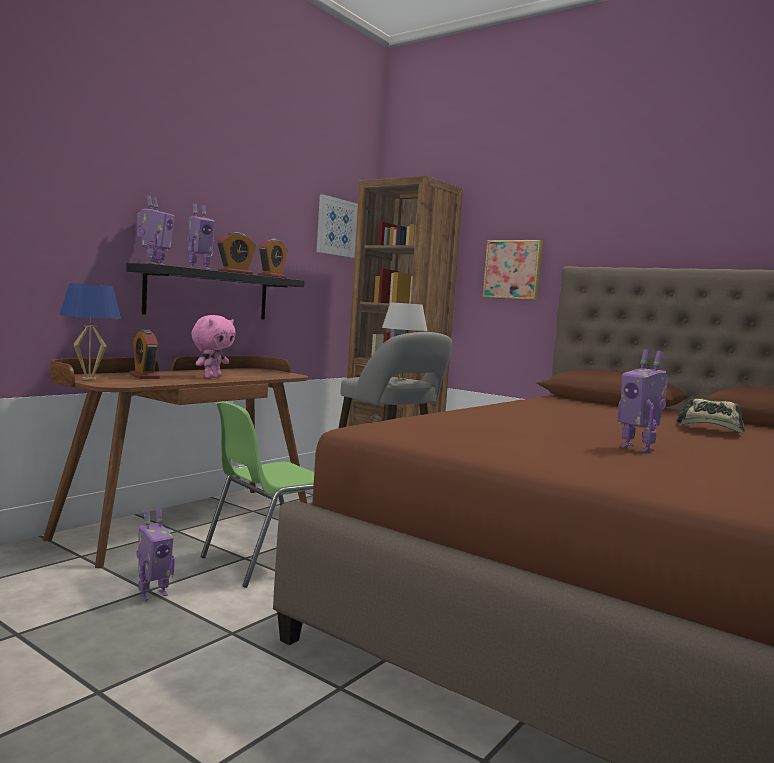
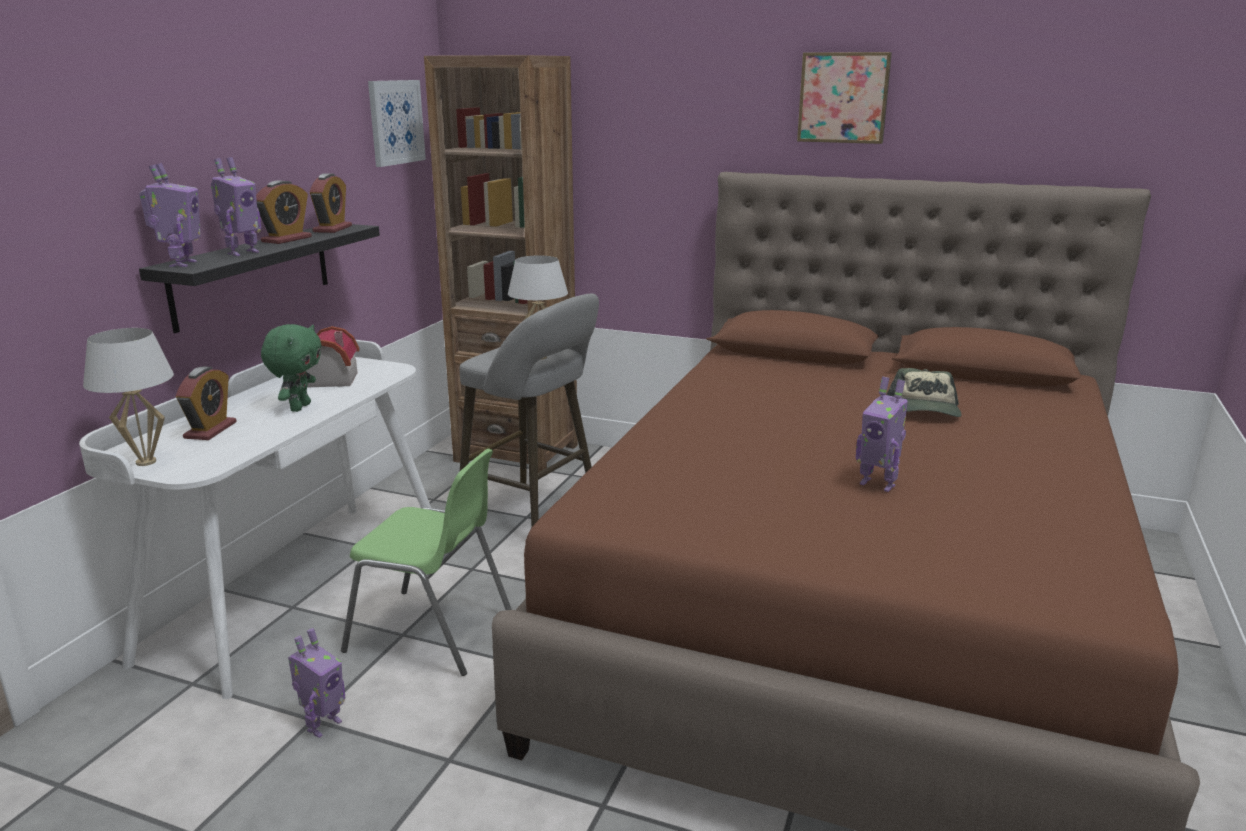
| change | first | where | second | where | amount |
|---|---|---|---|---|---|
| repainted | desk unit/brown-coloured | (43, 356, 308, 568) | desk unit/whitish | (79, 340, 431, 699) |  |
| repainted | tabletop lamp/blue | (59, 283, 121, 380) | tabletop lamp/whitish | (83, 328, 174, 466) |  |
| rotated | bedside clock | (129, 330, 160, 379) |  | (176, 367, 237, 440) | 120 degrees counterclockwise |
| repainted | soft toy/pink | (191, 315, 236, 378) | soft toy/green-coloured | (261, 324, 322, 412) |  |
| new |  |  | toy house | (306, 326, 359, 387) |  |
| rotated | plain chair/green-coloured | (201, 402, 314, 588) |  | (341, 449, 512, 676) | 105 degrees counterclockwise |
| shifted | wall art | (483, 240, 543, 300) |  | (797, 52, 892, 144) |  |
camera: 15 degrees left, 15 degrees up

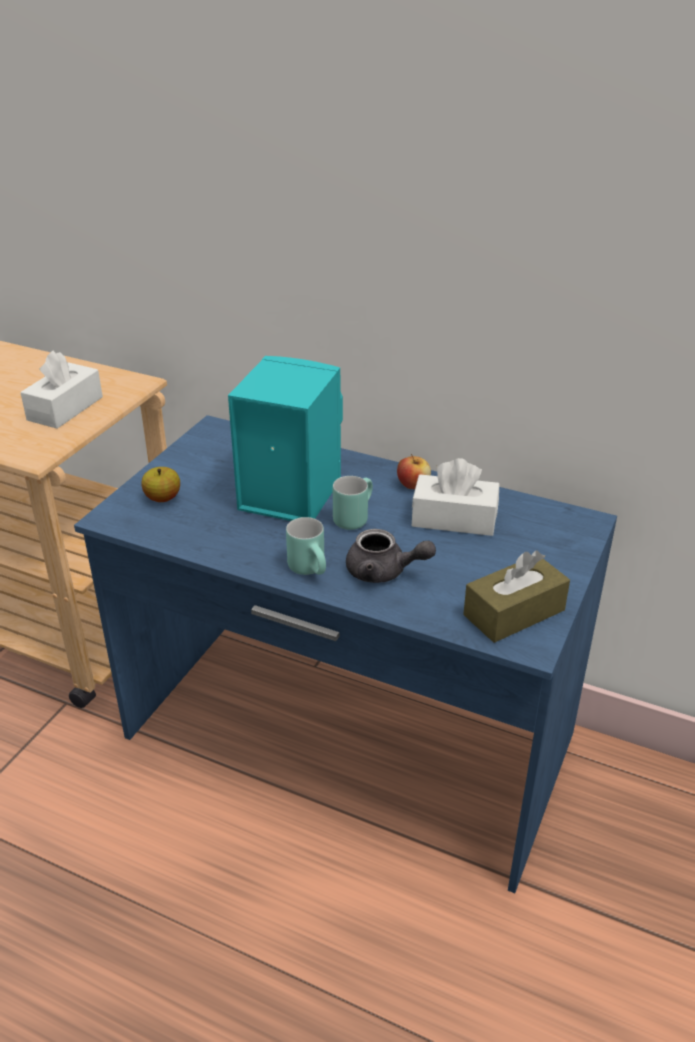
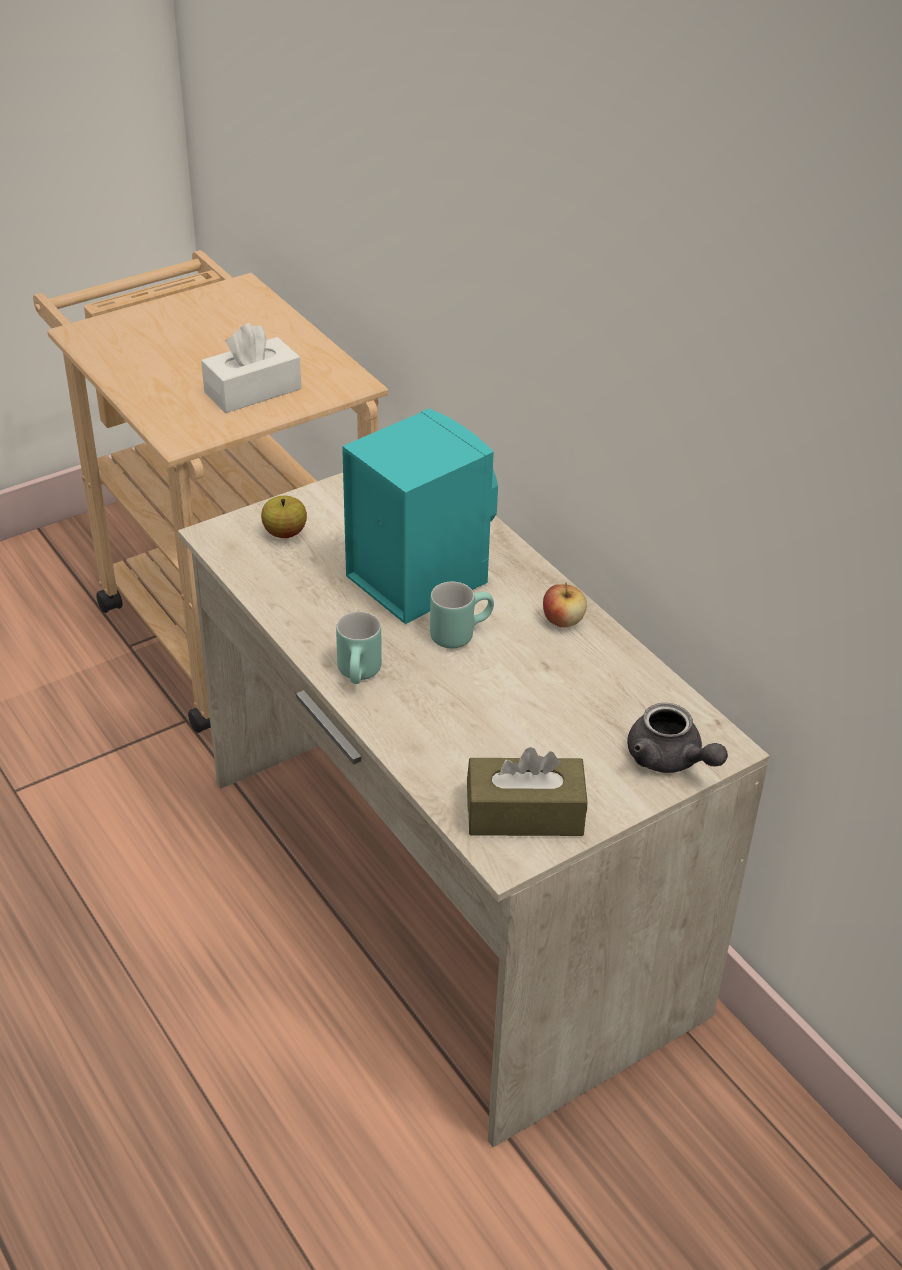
| change | first | where | second | where | amount |
|---|---|---|---|---|---|
| repainted | desk unit/blue | (74, 415, 617, 893) | desk unit/sand-coloured | (178, 472, 770, 1147) |  |
| shifted | pot for tea/grey | (346, 529, 436, 583) |  | (627, 703, 728, 773) |  |
| gone | tissue holder/whitish | (412, 458, 499, 536) |  |  |  |
camera: 30 degrees right, 5 degrees up

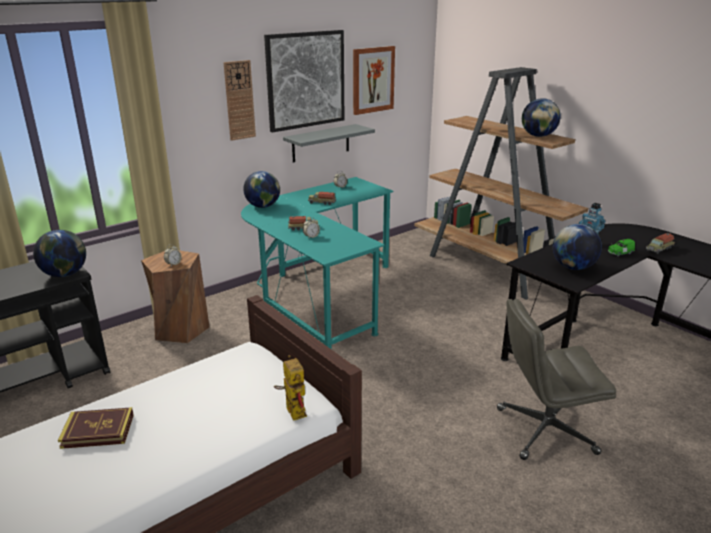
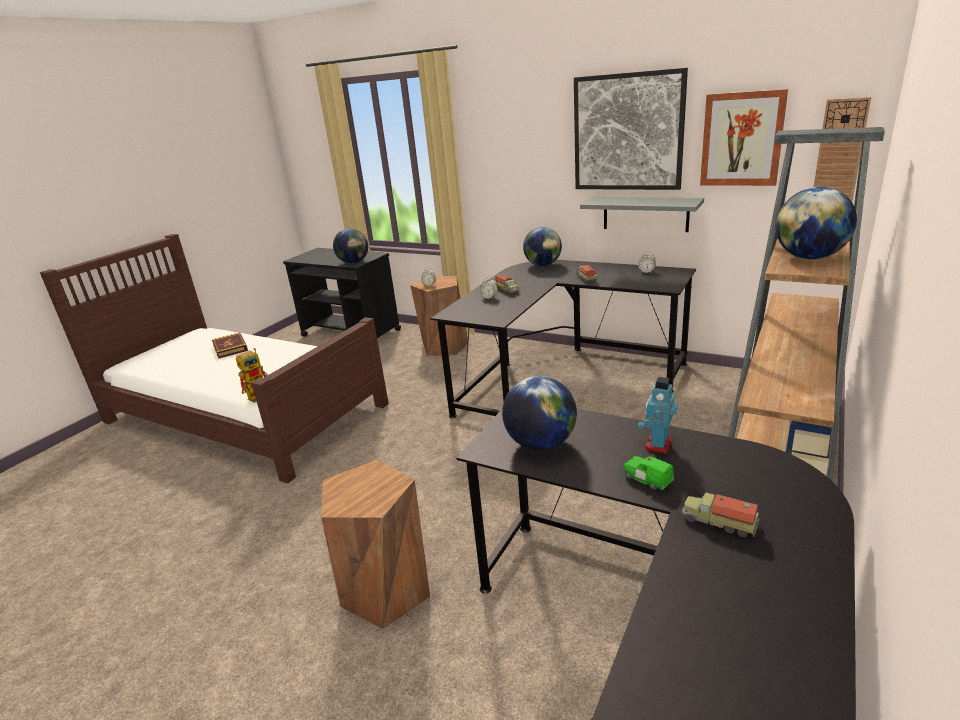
| change | first | where | second | where | amount |
|---|---|---|---|---|---|
| swapped | desk chair/grey | (497, 299, 616, 460) | sitting stool/brown-coloured | (321, 460, 430, 629) |  |
| repainted | desk unit/turquoise | (241, 177, 393, 349) | desk unit/black | (431, 260, 696, 418) |  |
| shifted | clock on the wall | (223, 60, 256, 141) |  | (814, 97, 871, 202) |  |
camera: 70 degrees right, 0 degrees up

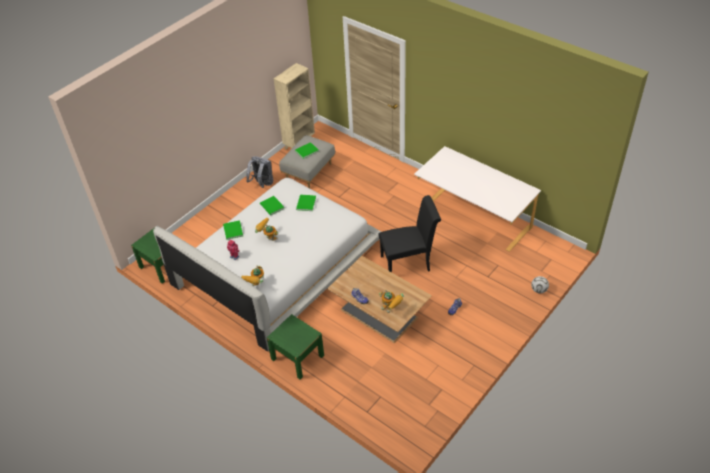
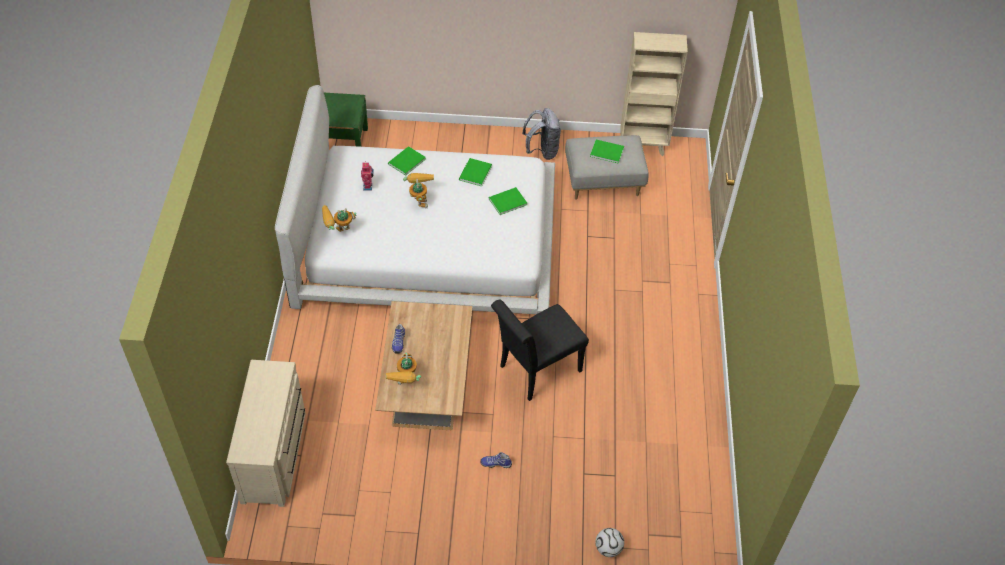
| change | first | where | second | where | amount |
|---|---|---|---|---|---|
| new |  |  | dresser/sand-coloured | (226, 360, 306, 507) |  |
| rotated | plain chair/black | (378, 195, 441, 272) |  | (491, 300, 589, 401) | 105 degrees clockwise |
| gone | bedside table/green-coloured | (267, 314, 324, 380) |  |  |  |
| gone | desk unit/whitish | (414, 146, 541, 252) |  |  |  |
camera: 50 degrees right, 5 degrees up

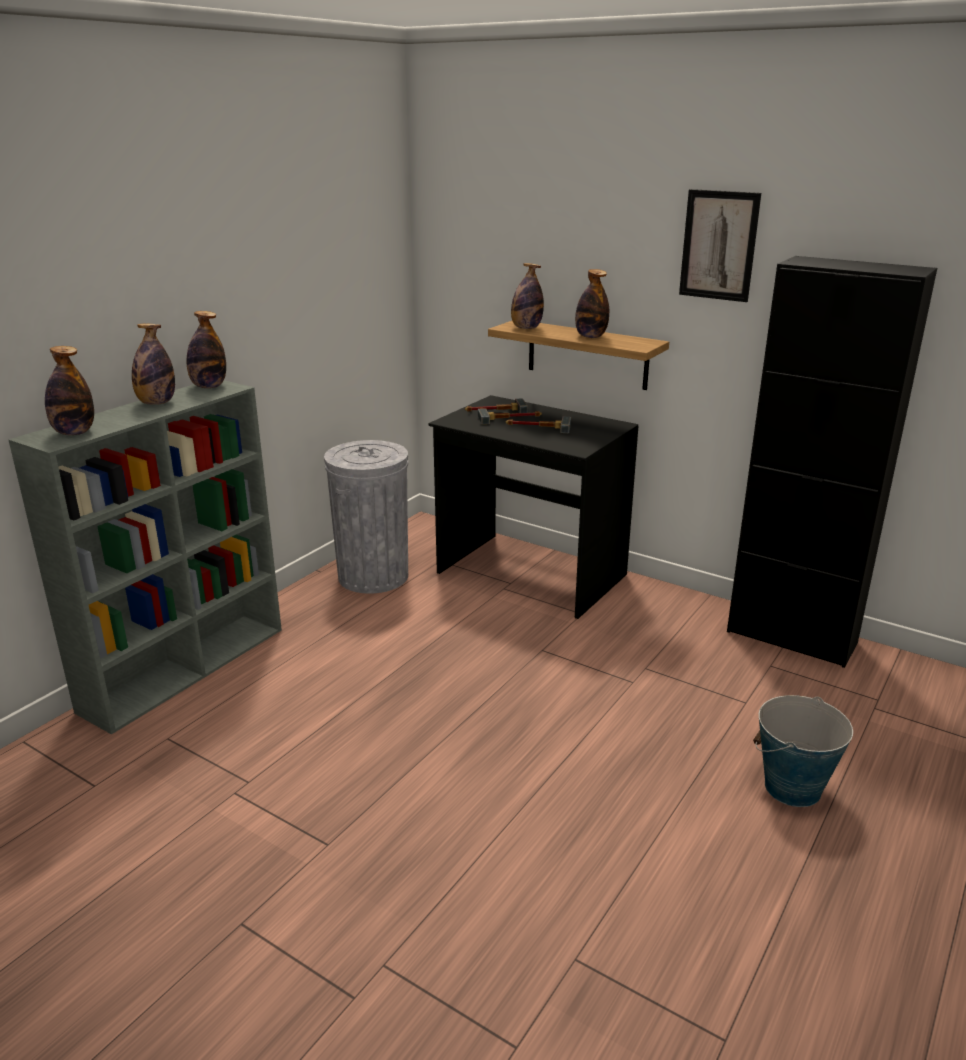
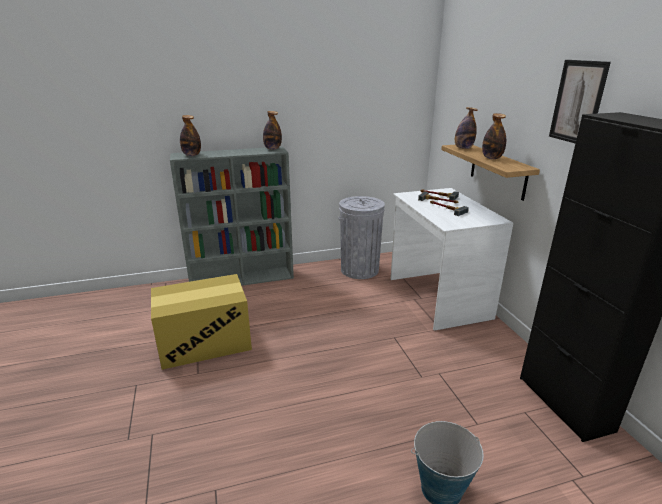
| change | first | where | second | where | amount |
|---|---|---|---|---|---|
| new |  |  | cardboard box | (151, 274, 252, 370) |  |
| repainted | desk unit/black | (428, 395, 638, 619) | desk unit/whitish | (391, 188, 513, 331) |  |
| gone | bottle | (132, 324, 175, 405) |  |  |  |
camera: 40 degrees right, 0 degrees up

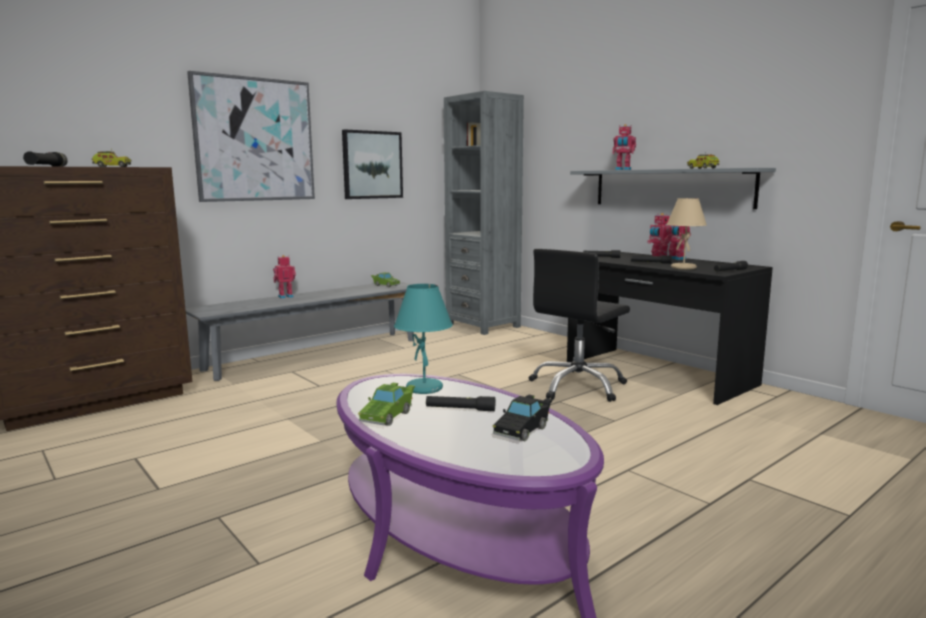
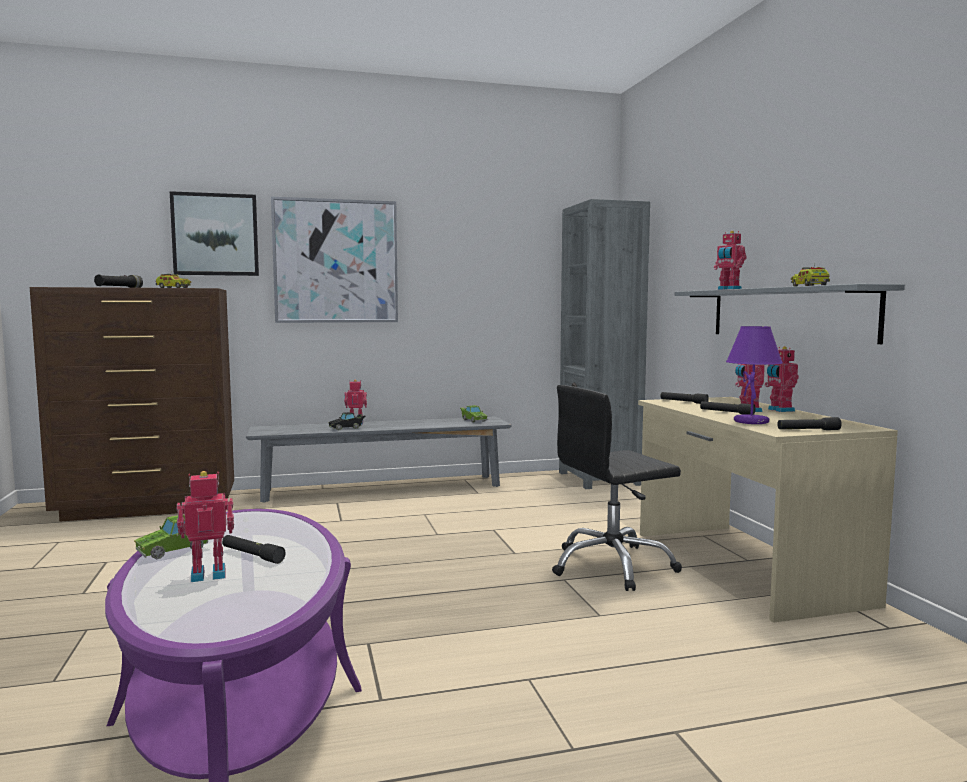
| change | first | where | second | where | amount |
|---|---|---|---|---|---|
| shifted | wall art | (342, 129, 403, 199) |  | (170, 191, 259, 276) |  |
| new |  |  | model robot | (177, 471, 234, 582) |  |
| shifted | toy car/black | (492, 395, 553, 441) |  | (328, 412, 366, 430) |  |
| repainted | desk unit/black | (567, 252, 773, 405) | desk unit/sand-coloured | (638, 397, 898, 623) |  |
| repainted | tabletop lamp/sand-coloured | (666, 198, 707, 270) | tabletop lamp/purple-coloured | (726, 326, 783, 424) |  |
| gone | tabletop lamp/turquoise | (394, 284, 453, 394) |  |  |  |
camera: 25 degrees right, 5 degrees down

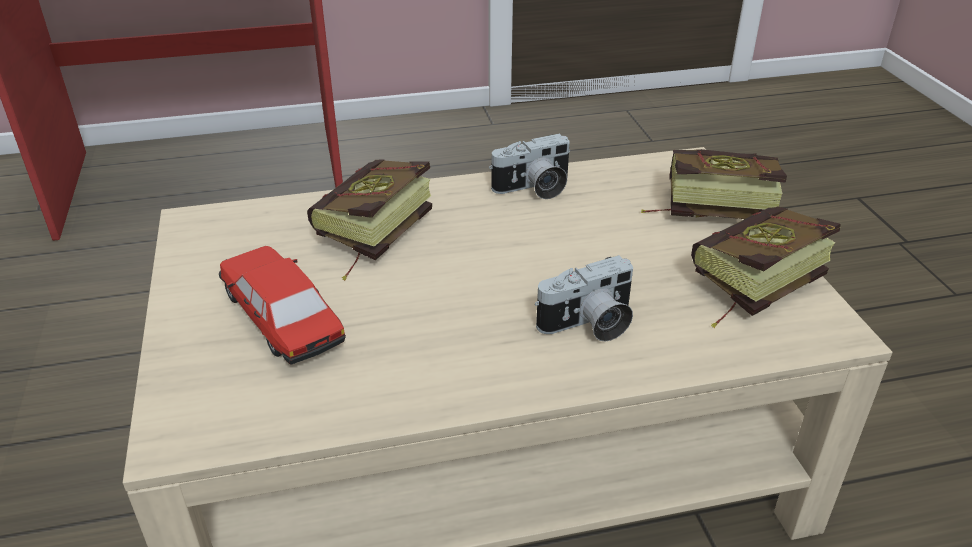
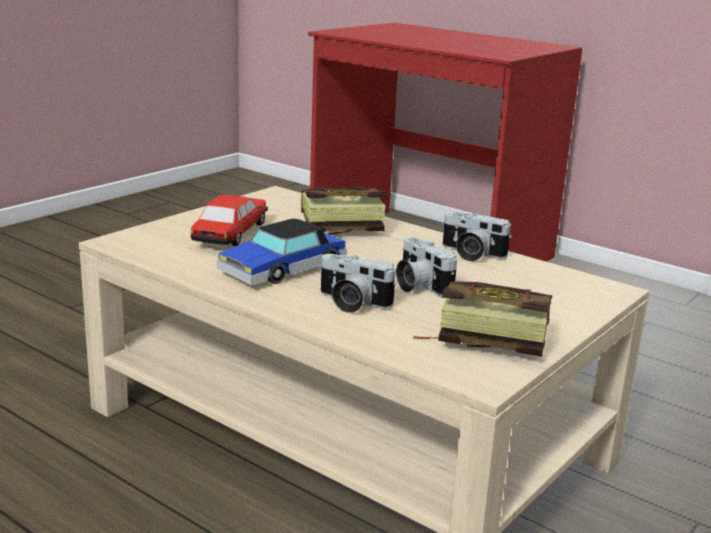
| change | first | where | second | where | amount |
|---|---|---|---|---|---|
| new |  |  | toy car | (216, 218, 347, 285) |  |
| new |  |  | photo camera | (396, 237, 457, 297) |  |
| gone | bound book | (641, 149, 787, 219) |  |  |  |
camera: 50 degrees right, 15 degrees down

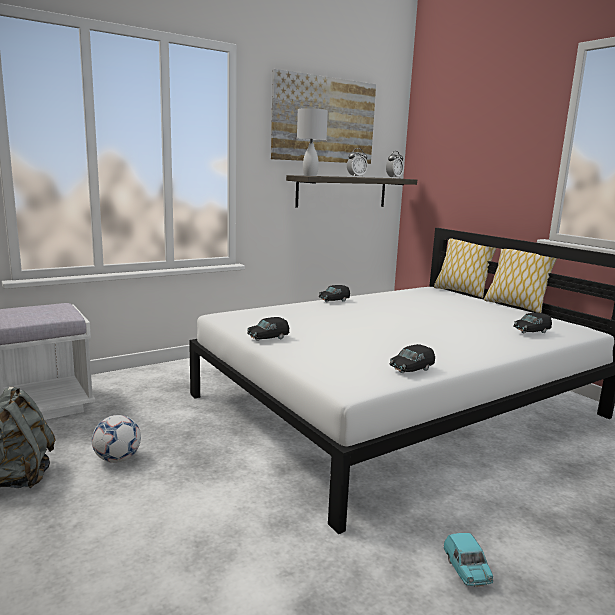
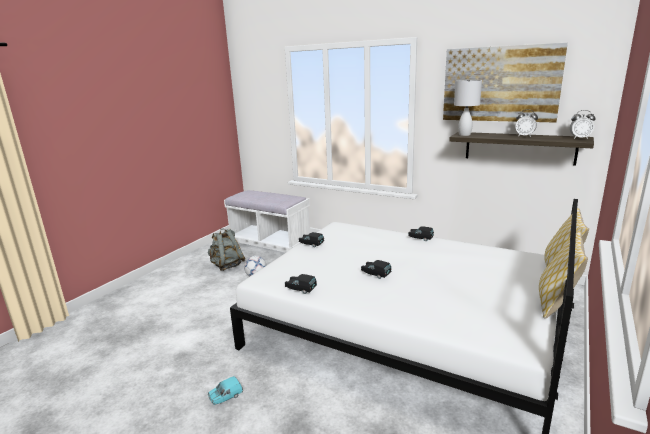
| change | first | where | second | where | amount |
|---|---|---|---|---|---|
| shifted | toy car/black | (513, 313, 552, 334) |  | (361, 260, 392, 279) |  |
camera: 65 degrees right, 5 degrees up

